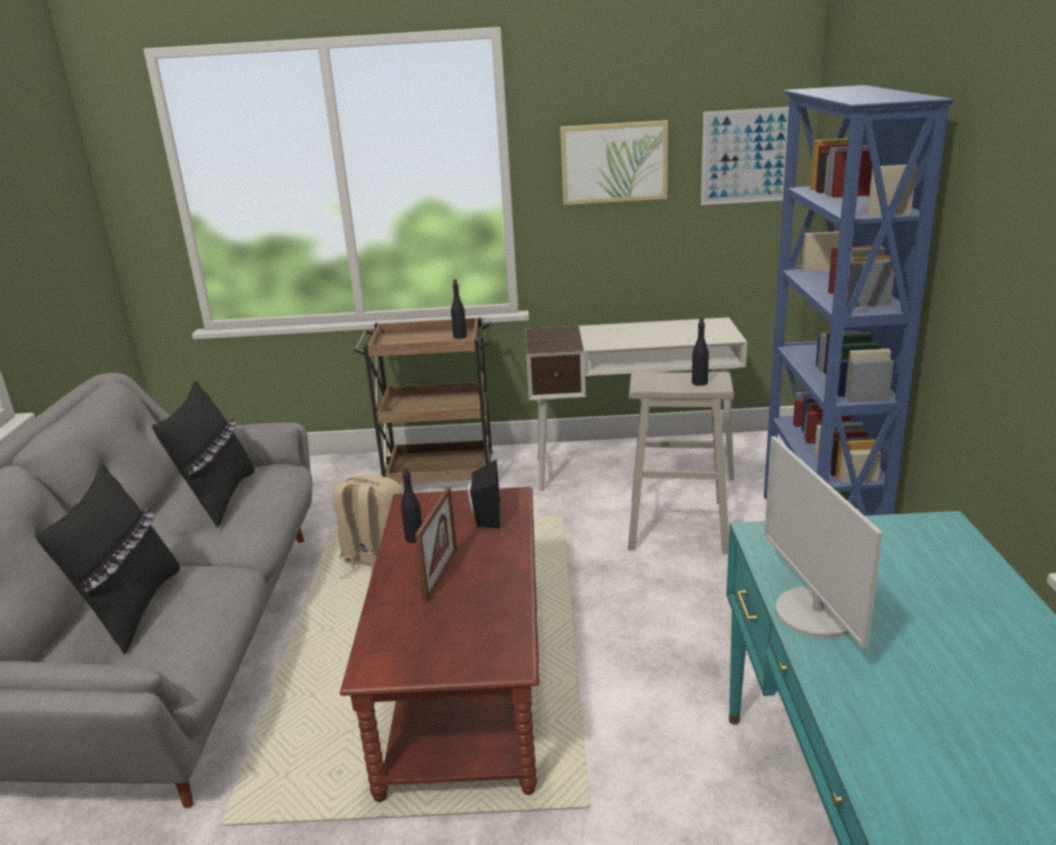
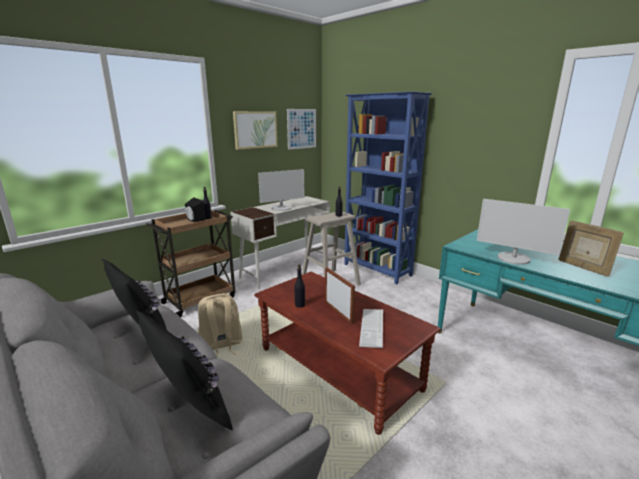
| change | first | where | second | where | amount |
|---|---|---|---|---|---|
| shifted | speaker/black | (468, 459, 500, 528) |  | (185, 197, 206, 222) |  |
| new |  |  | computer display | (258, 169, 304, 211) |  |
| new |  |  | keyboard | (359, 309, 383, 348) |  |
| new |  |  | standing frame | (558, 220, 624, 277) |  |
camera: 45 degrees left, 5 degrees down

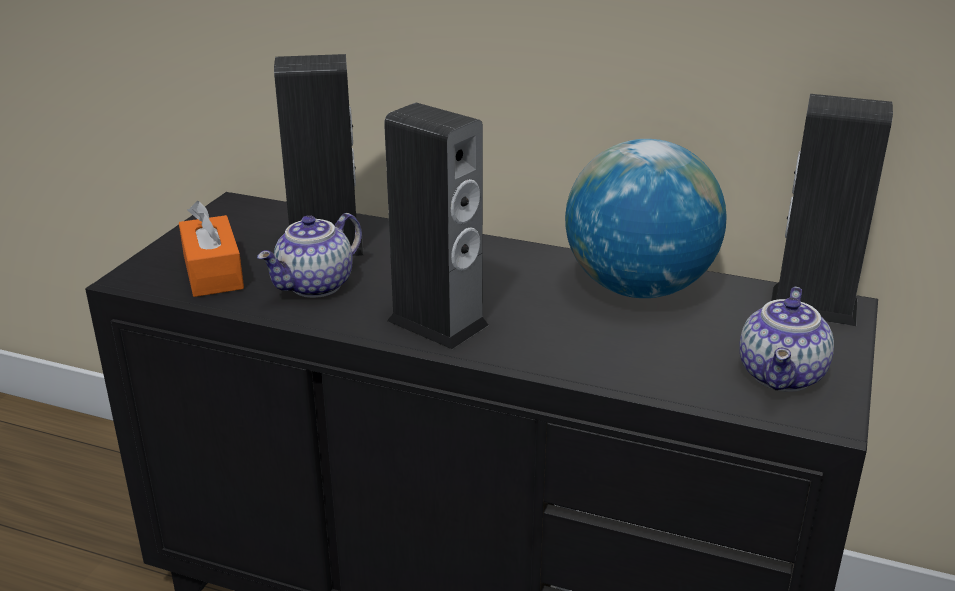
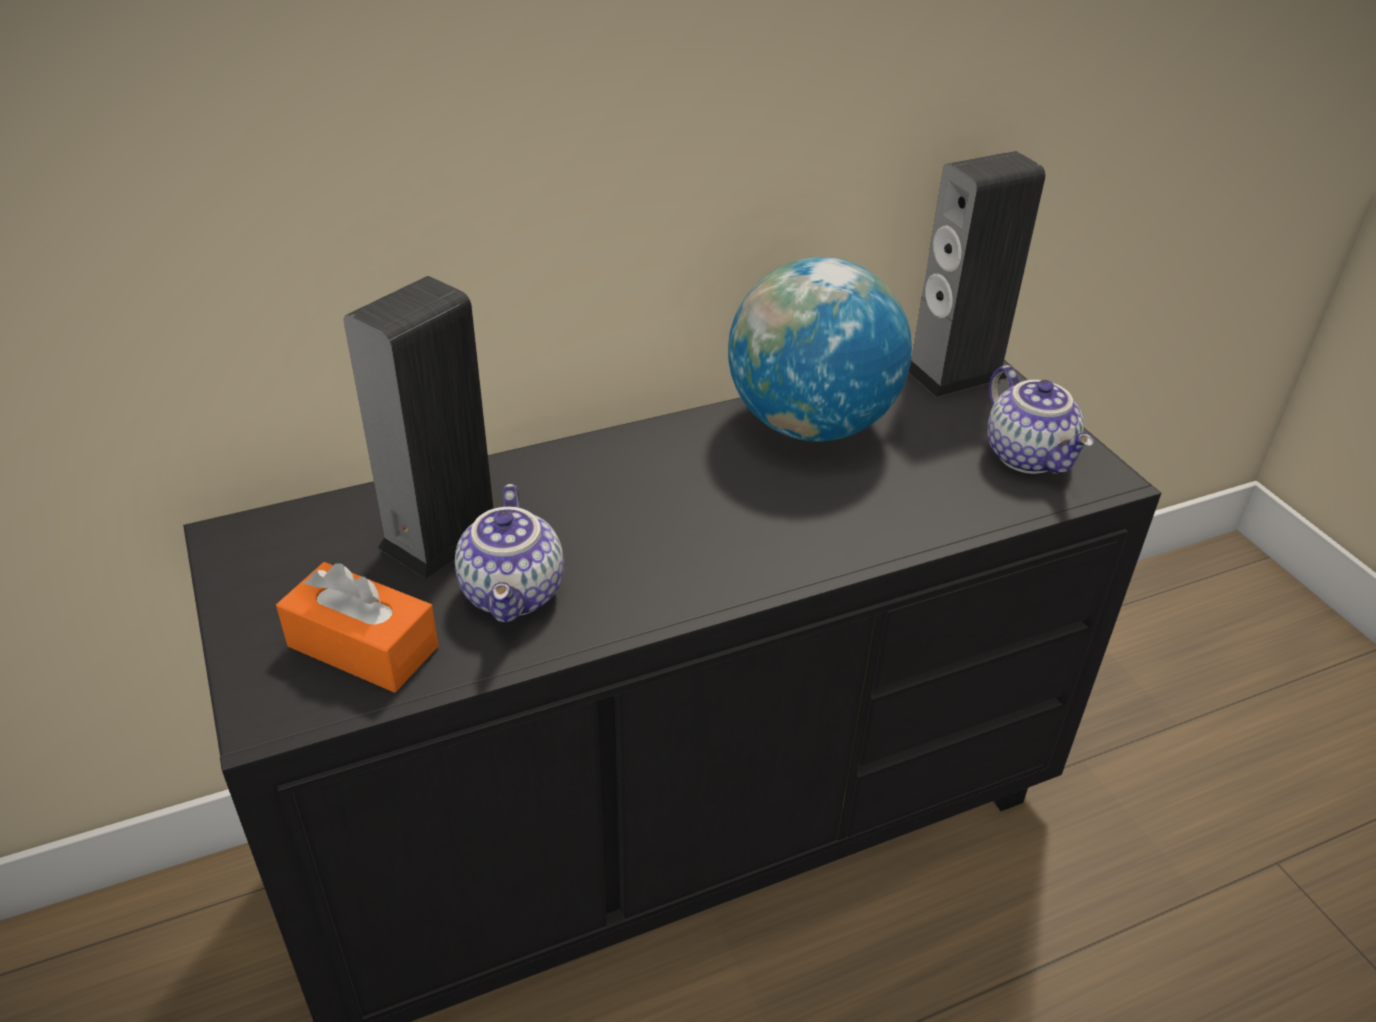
| change | first | where | second | where | amount |
|---|---|---|---|---|---|
| gone | speaker | (384, 103, 488, 349) |  |  |  |
camera: 45 degrees left, 10 degrees up

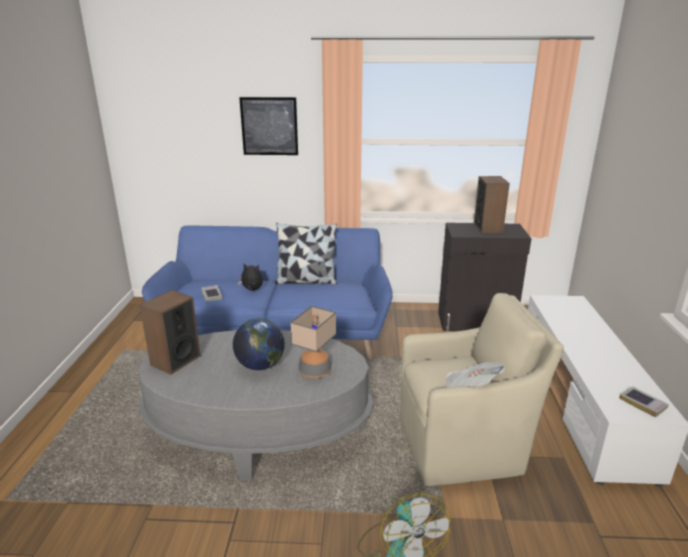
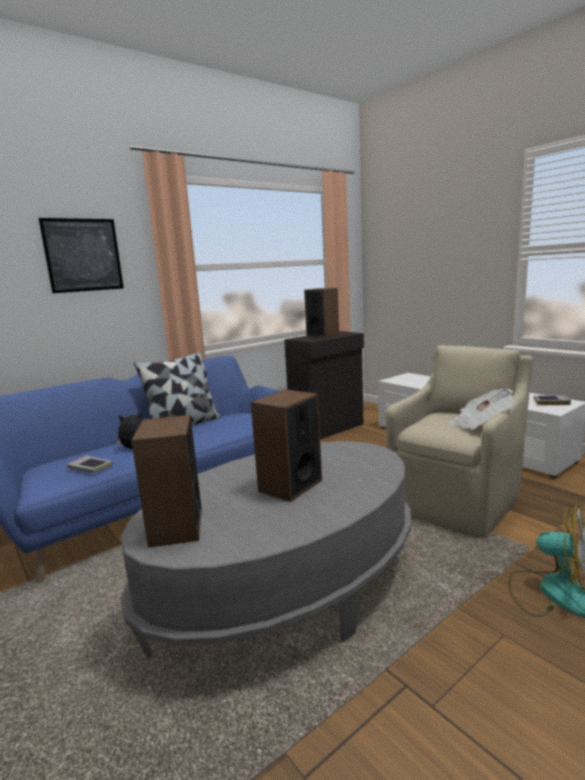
| change | first | where | second | where | amount |
|---|---|---|---|---|---|
| swapped | world globe | (233, 318, 285, 370) | speaker | (251, 389, 322, 502) |  |
| gone | tabletop lamp | (290, 306, 336, 378) |  |  |  |
camera: 40 degrees left, 10 degrees down

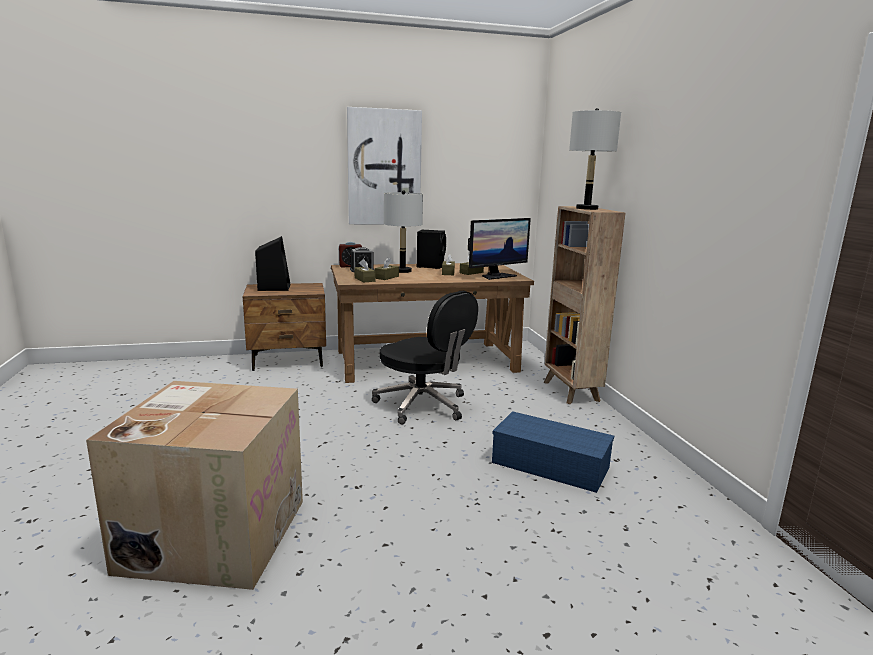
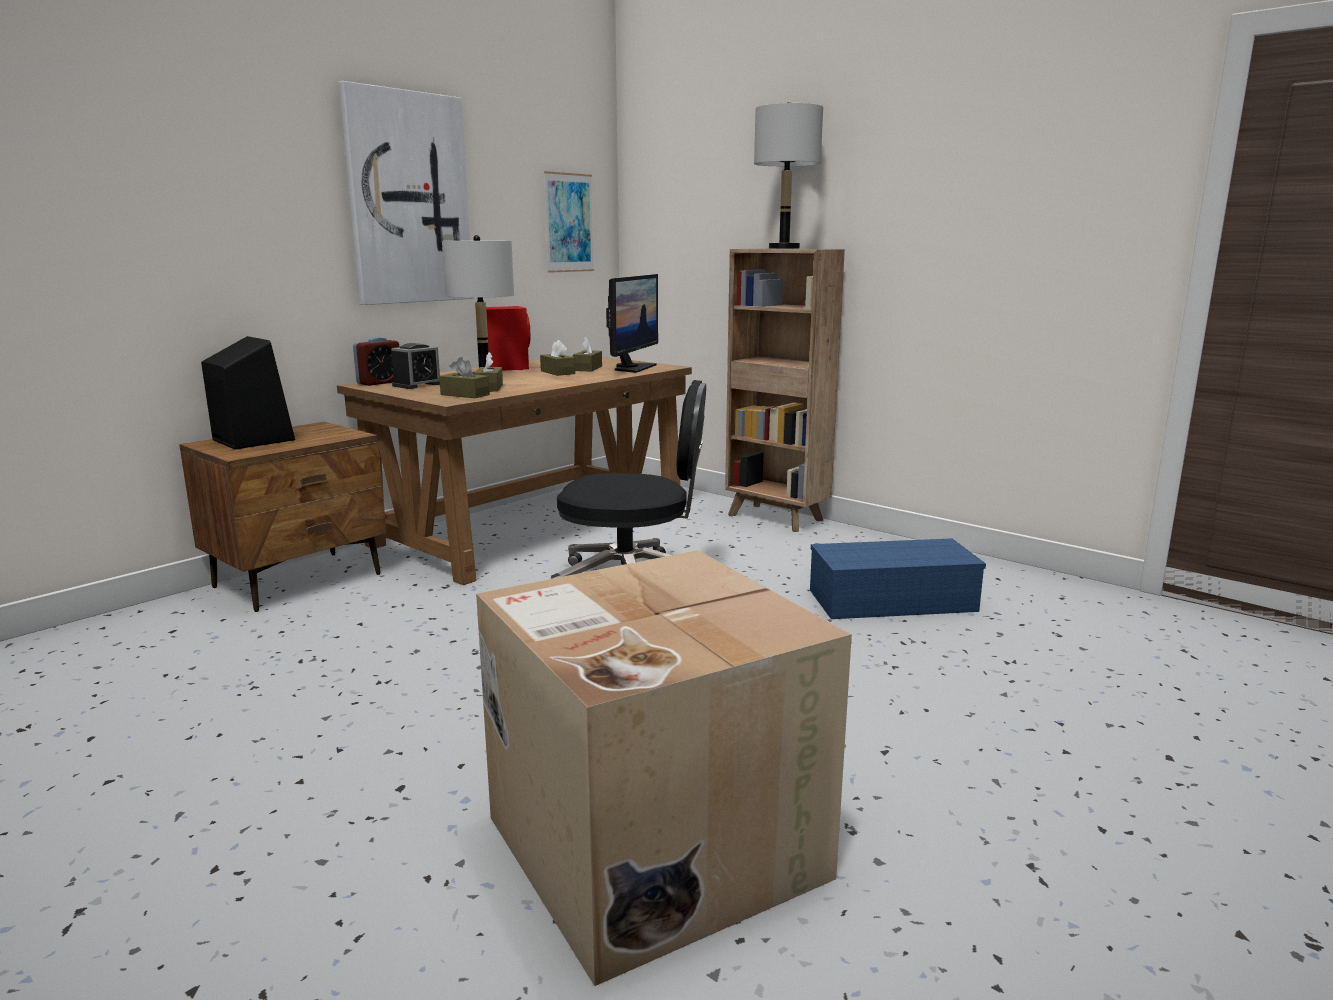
| change | first | where | second | where | amount |
|---|---|---|---|---|---|
| repainted | speaker/black | (417, 230, 446, 269) | speaker/reddish | (486, 306, 531, 371) |  |
| new |  |  | wall art | (544, 171, 594, 273) |  |
camera: 35 degrees left, 0 degrees up

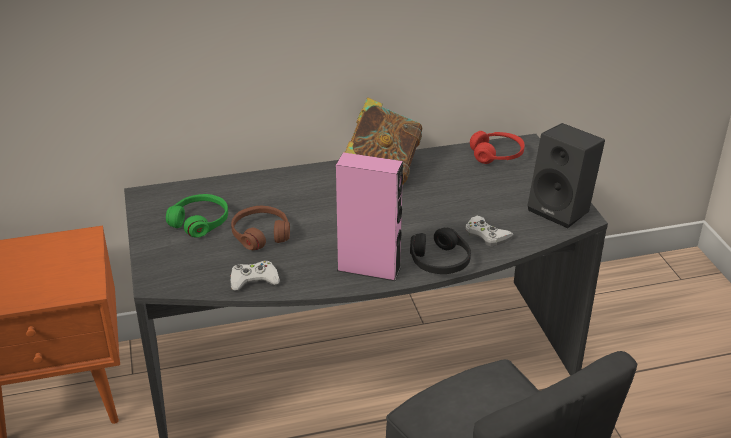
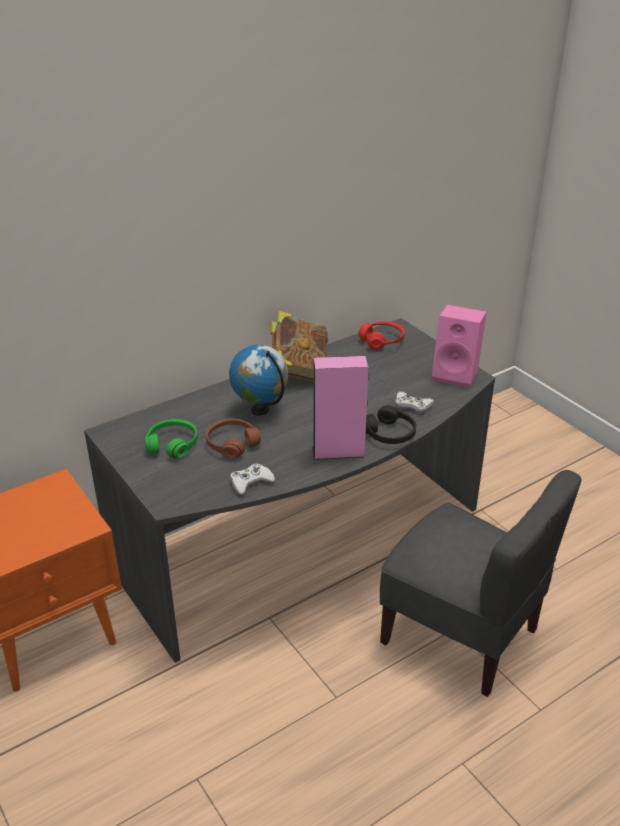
| change | first | where | second | where | amount |
|---|---|---|---|---|---|
| new |  |  | world globe | (229, 345, 288, 416) |  |
| repainted | speaker/black | (527, 123, 605, 228) | speaker/pink | (432, 305, 487, 388) |  |
camera: 20 degrees left, 0 degrees up

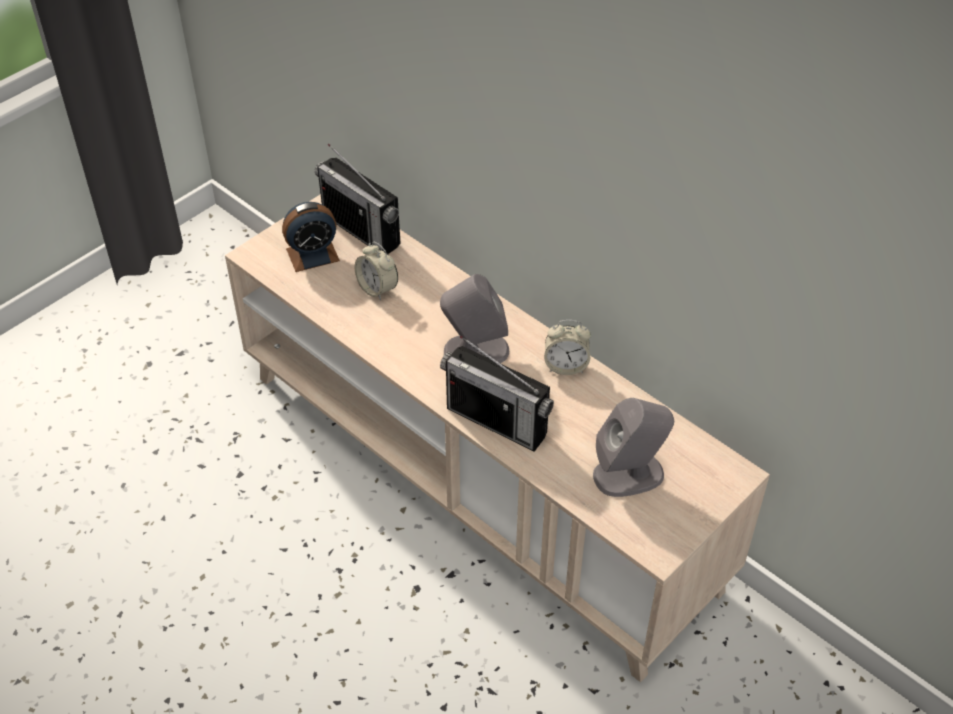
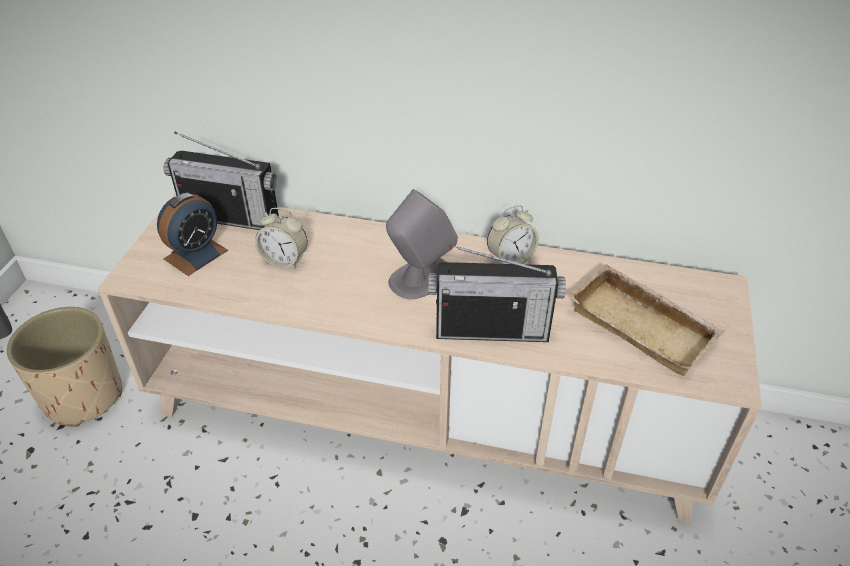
| change | first | where | second | where | amount |
|---|---|---|---|---|---|
| new |  |  | flower pot/sand-coloured | (7, 307, 122, 427) |  |
| swapped | speaker/grey | (593, 398, 674, 497) | tray/sand-coloured | (568, 264, 725, 376) |  |
camera: 30 degrees left, 5 degrees down

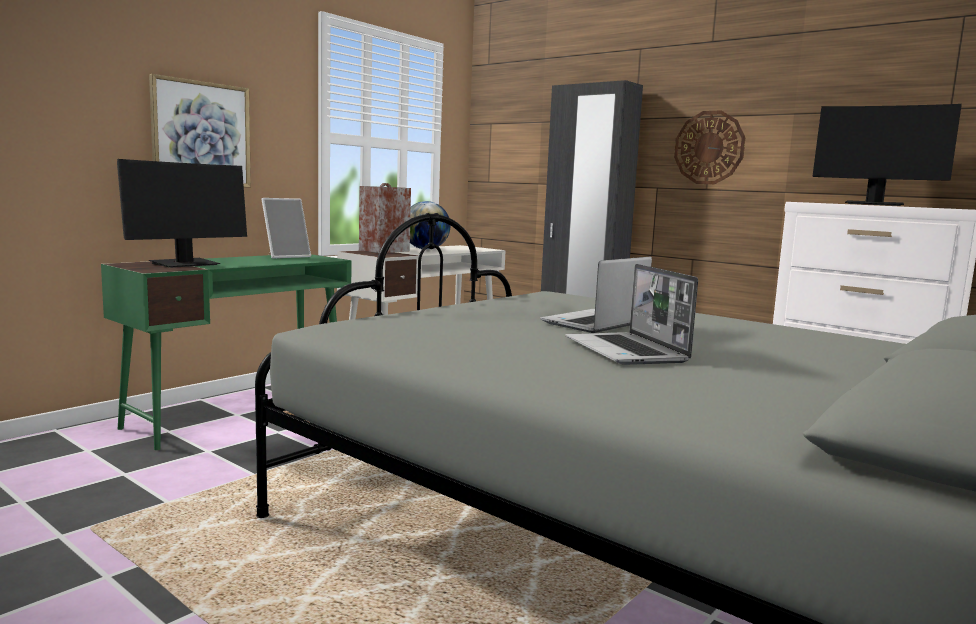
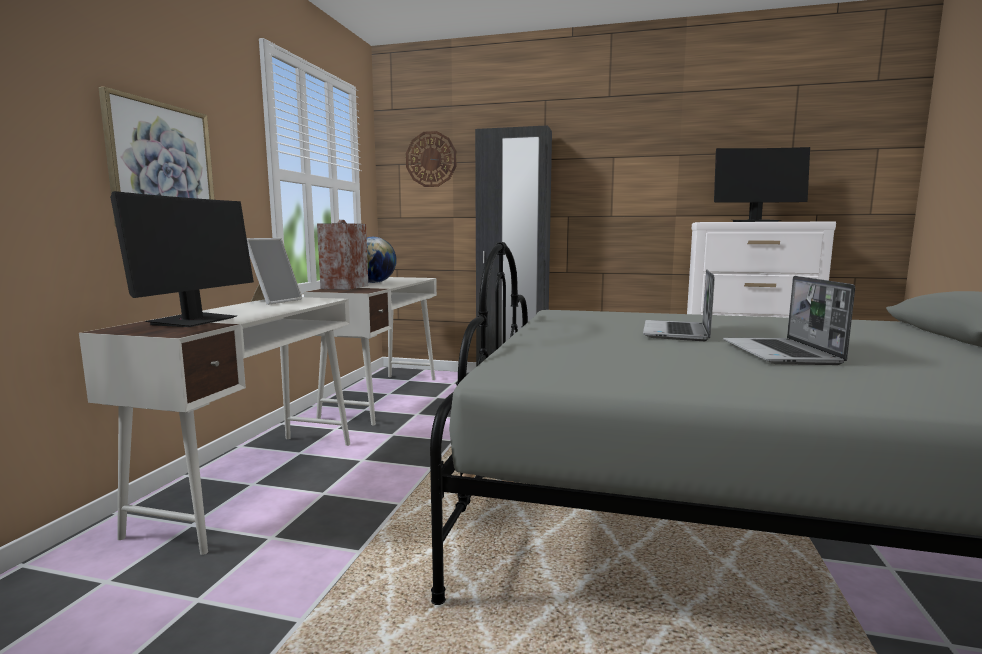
| change | first | where | second | where | amount |
|---|---|---|---|---|---|
| repainted | desk unit/green-coloured | (101, 254, 351, 450) | desk unit/whitish | (79, 297, 350, 555) |  |
| shifted | clock on the wall | (674, 110, 745, 184) |  | (406, 131, 457, 187) |  |
| rotated | notebook computer | (565, 264, 698, 365) |  | (723, 276, 855, 365) | 45 degrees clockwise |
camera: 25 degrees left, 0 degrees up

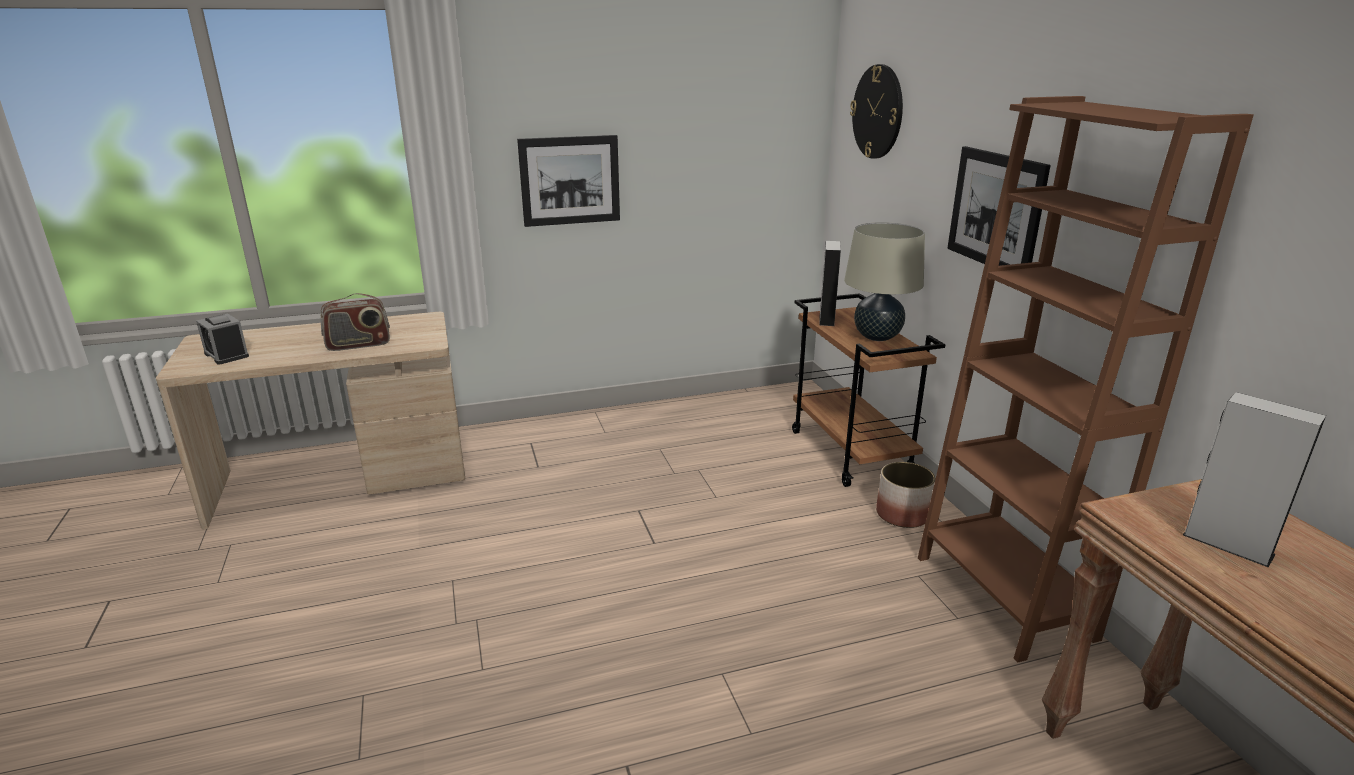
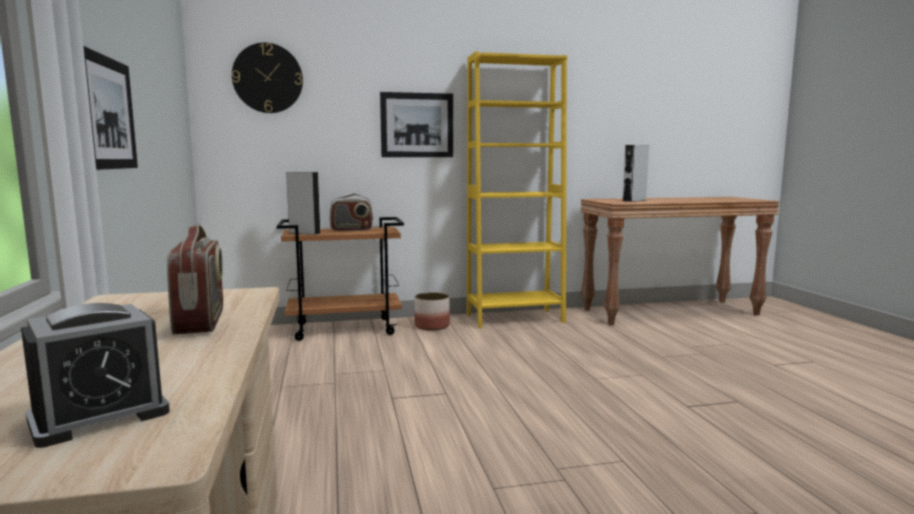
| change | first | where | second | where | amount |
|---|---|---|---|---|---|
| swapped | tabletop lamp/sand-coloured | (844, 222, 925, 341) | radio set | (330, 194, 373, 231) |  |
| repainted | shelving unit/brown-coloured | (918, 96, 1254, 663) | shelving unit/yellow | (467, 51, 567, 328) |  |
camera: 85 degrees left, 15 degrees down

